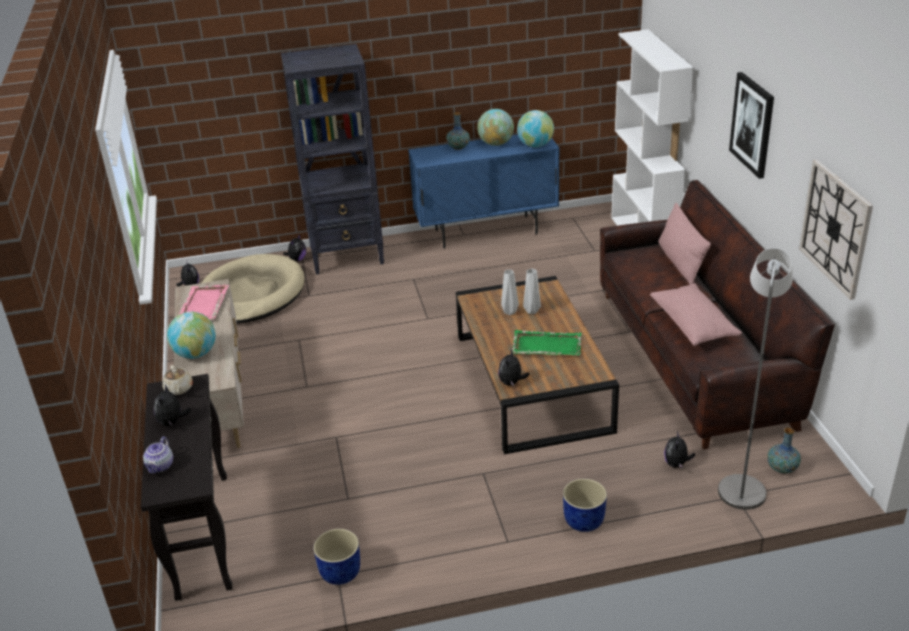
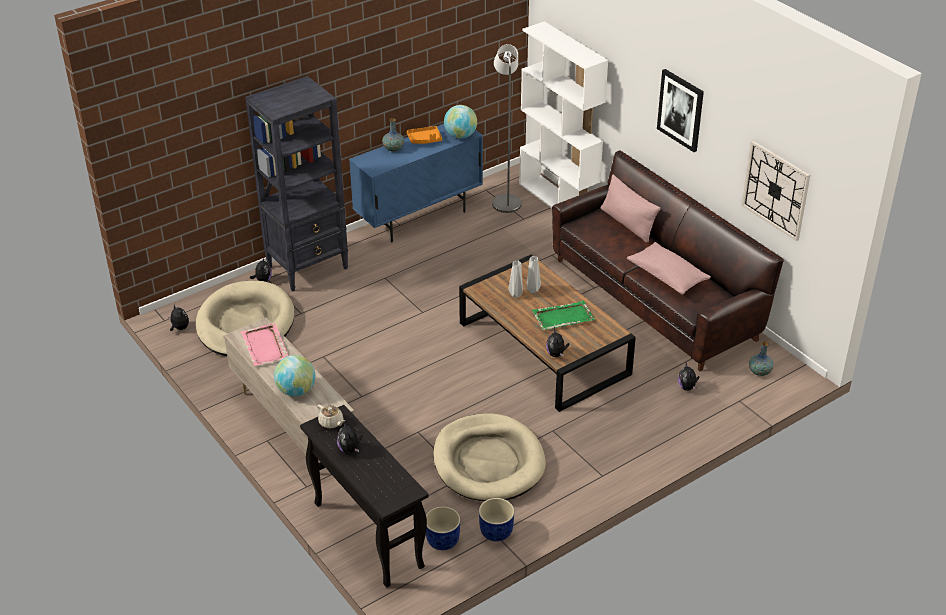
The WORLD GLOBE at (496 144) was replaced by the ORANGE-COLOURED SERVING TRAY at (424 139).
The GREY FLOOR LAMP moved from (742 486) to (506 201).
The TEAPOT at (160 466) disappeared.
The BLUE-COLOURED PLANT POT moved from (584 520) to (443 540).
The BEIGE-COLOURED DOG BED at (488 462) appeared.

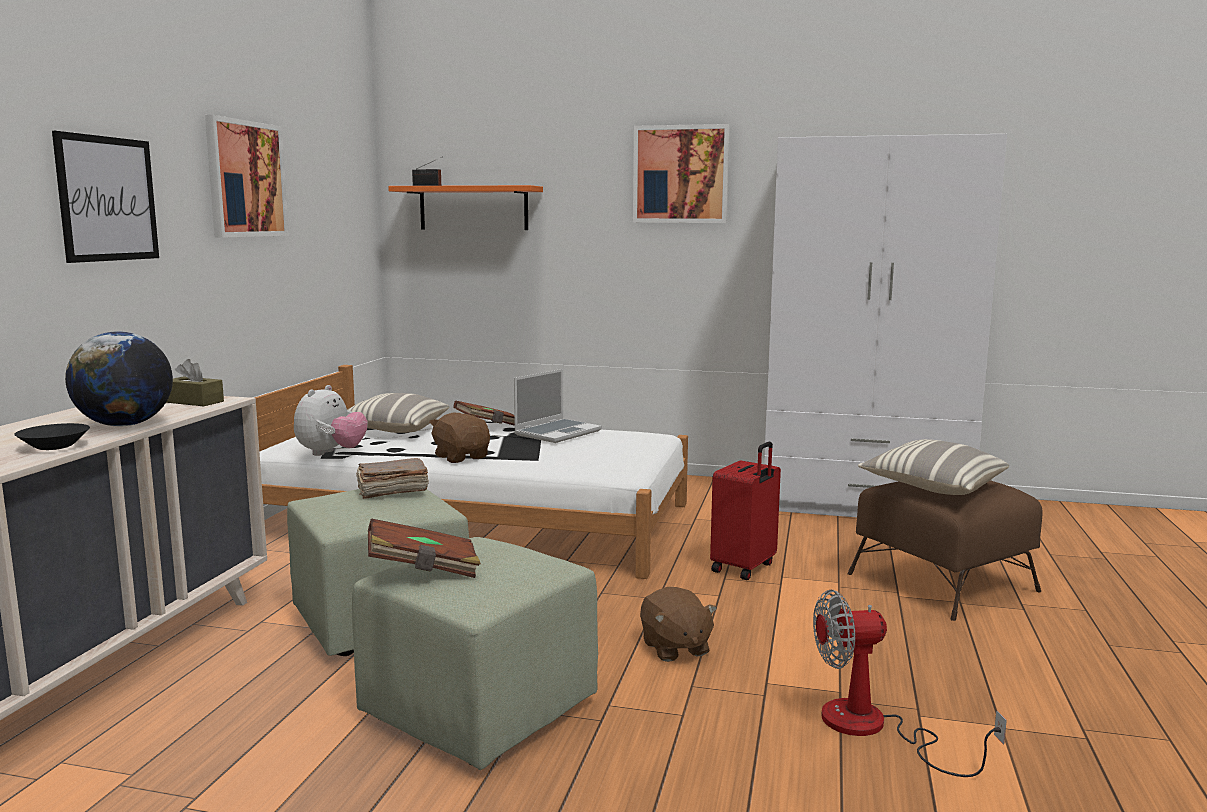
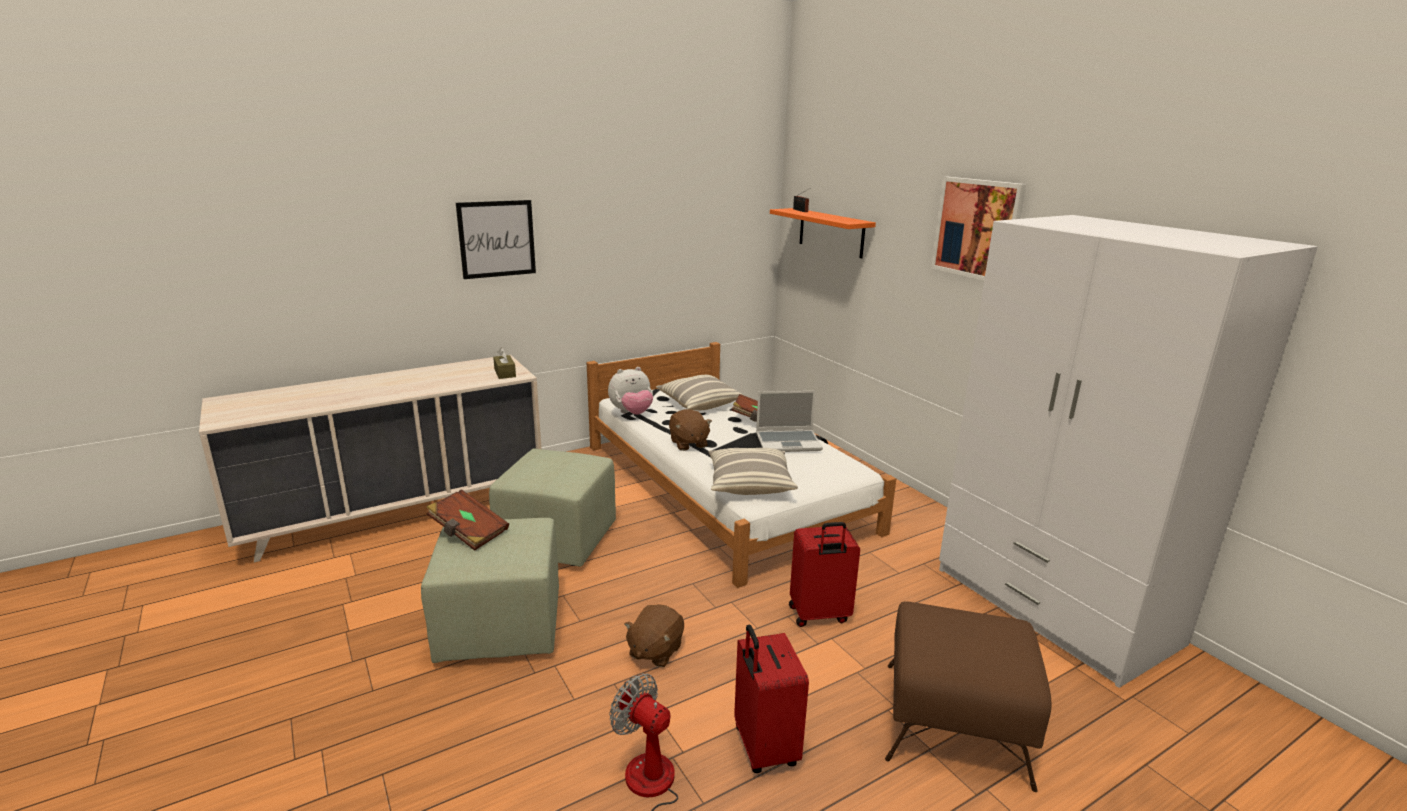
The WALL ART at (246 179) disappeared.
The WORLD GLOBE at (125 425) disappeared.
The BROWN SOFT TOY at (461 457) turned 150 degrees clockwise.
The BLACK-COLOURED BOWL at (54 447) disappeared.
The PILLOW moved from (932 487) to (749 483).
The BROWN VOLUME at (391 491) disappeared.
The REDDISH PIECE OF LUGGAGE at (763 748) appeared.

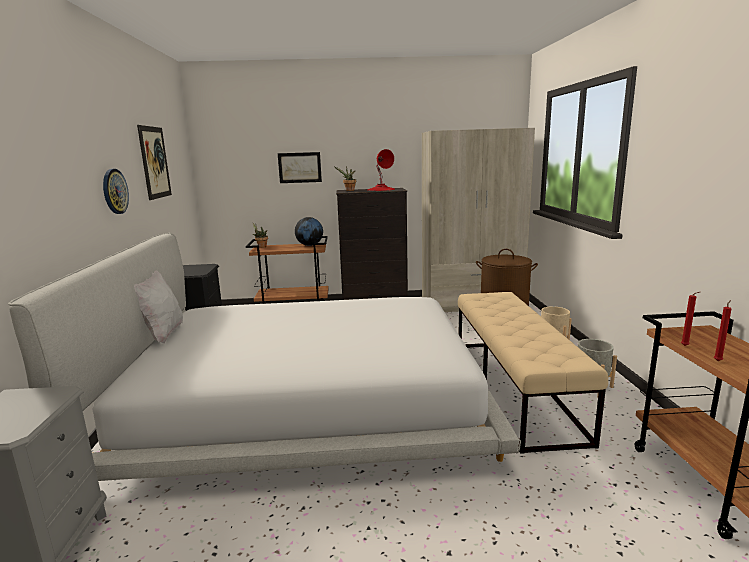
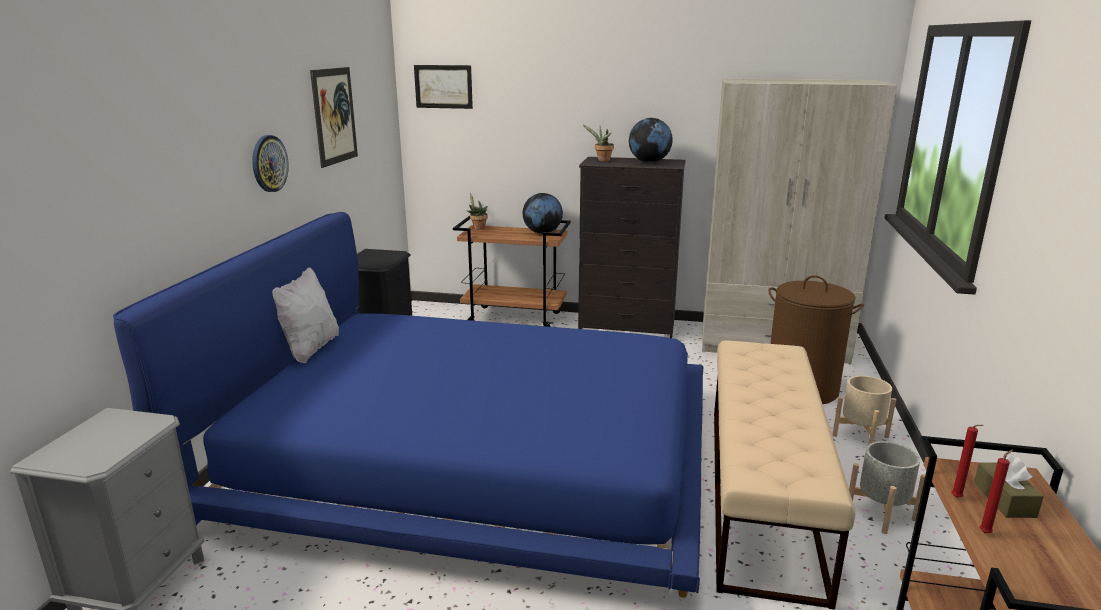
The REDDISH TABLE LAMP at (381 189) was replaced by the WORLD GLOBE at (649 162).
The WALL ART moved from (299 167) to (443 86).
The WHITE-COLOURED SLEEPING BED at (303 400) became the BLUE-COLOURED SLEEPING BED at (469 457).
The BROWN TISSUE BOX at (1004 500) appeared.

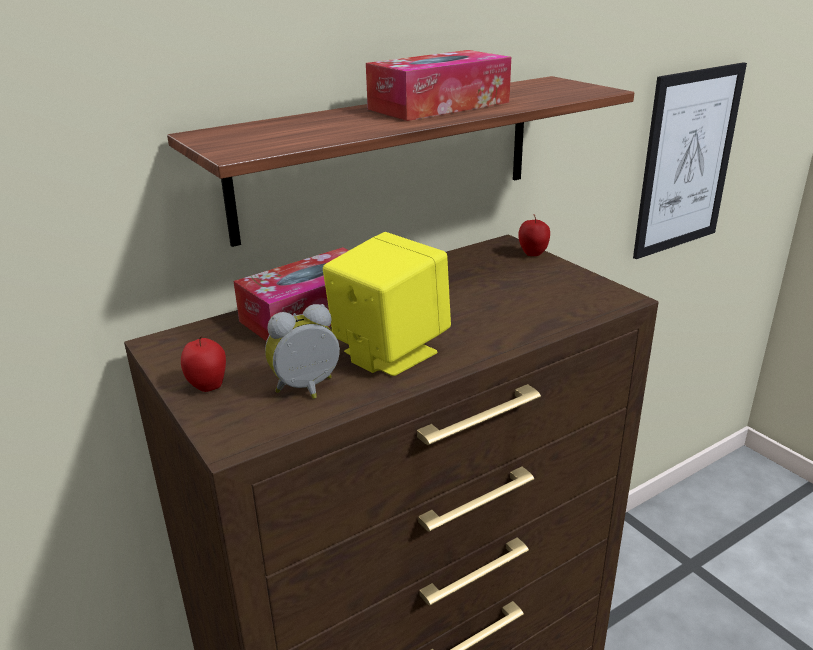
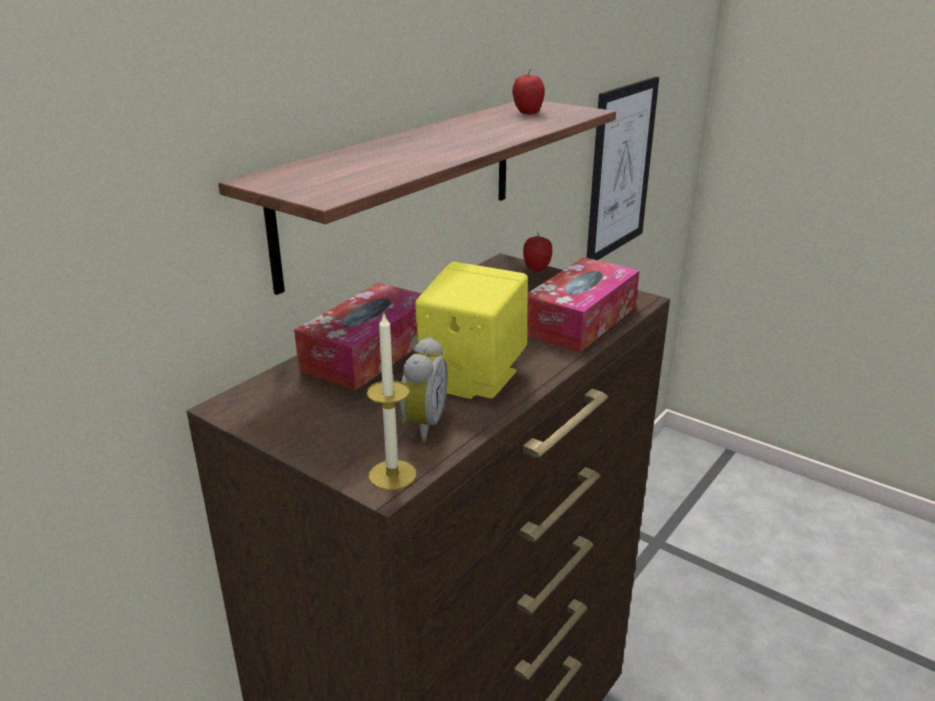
The TISSUE BOX moved from (439 105) to (580 320).
The TABLE CLOCK at (307 390) turned 150 degrees clockwise.
The APPLE FRUIT moved from (208 386) to (527 113).
The WAX LIGHT at (392 475) appeared.

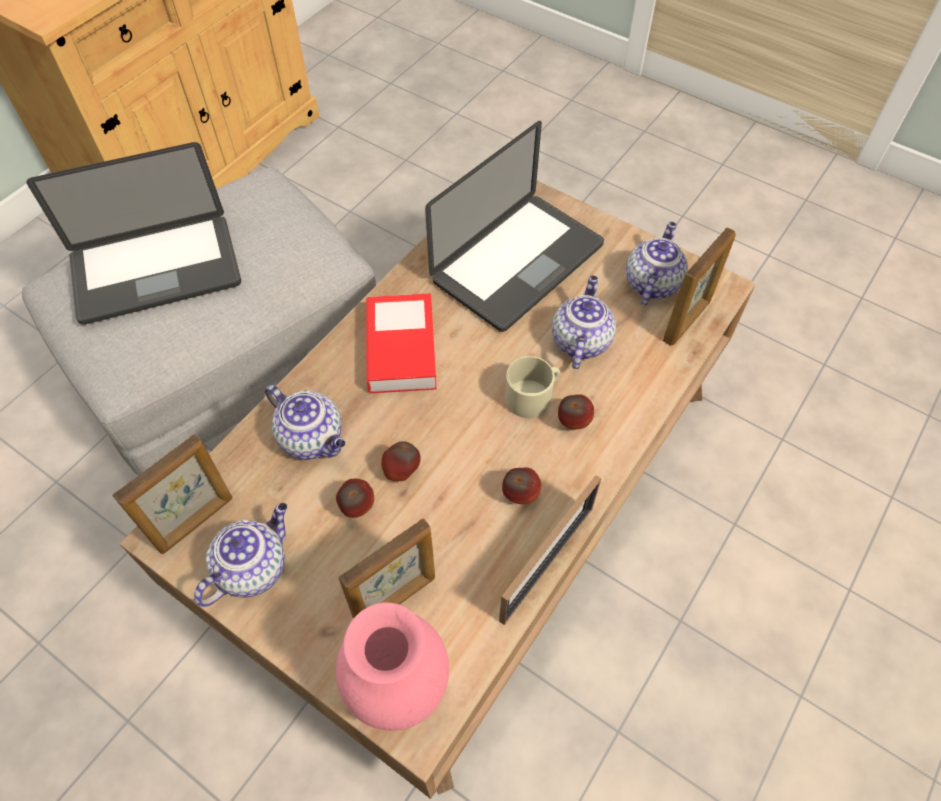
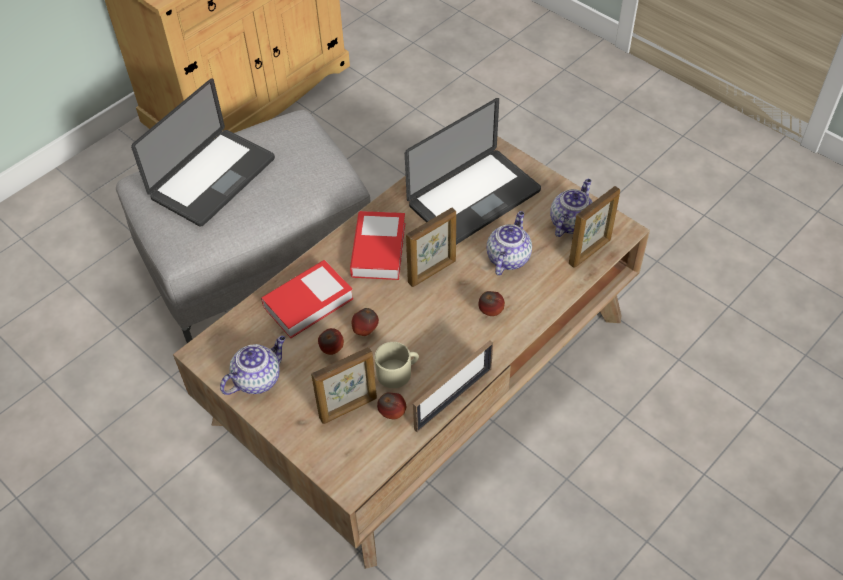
The NOTEBOOK COMPUTER at (156 271) turned 45 degrees counterclockwise.
The BEIGE-COLOURED COFFEE MUG moved from (533 396) to (398 372).
The TEAPOT at (313 438) was replaced by the VOLUME at (308 303).
The PICTURE FRAME moved from (195 522) to (432 272).
The APPLE FRUIT moved from (520 495) to (392 414).
The PINKISH DECORATIVE VASE at (396 686) disappeared.

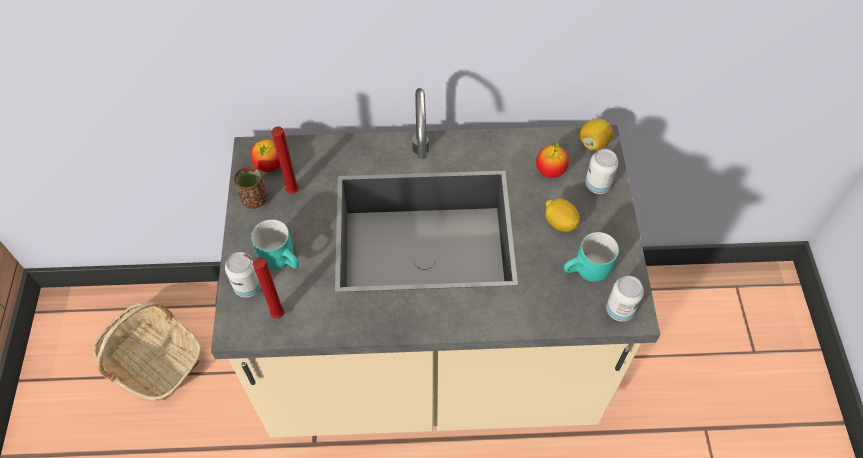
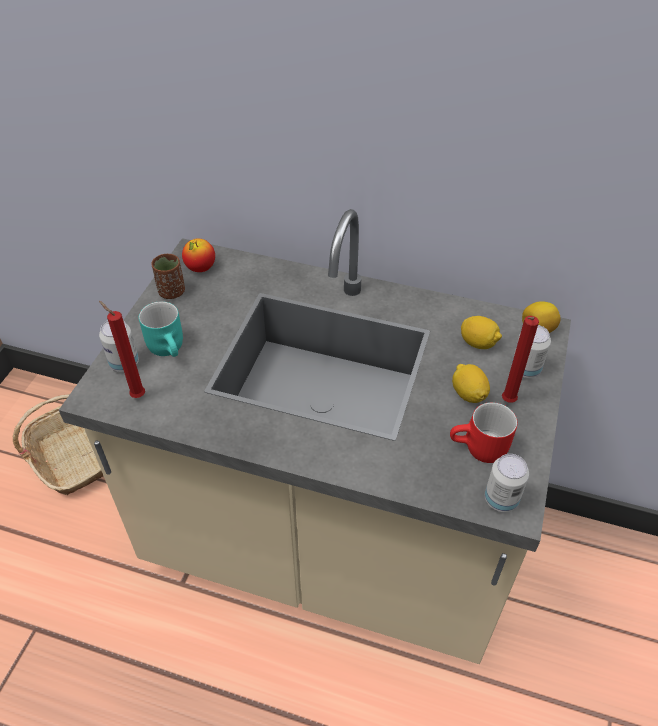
The REDDISH WAX LIGHT moved from (291 193) to (507 402).
The APPLE FRUIT at (550 171) was replaced by the CITRUS FRUIT at (478 343).
The BLUE-GREEN COFFEE MUG at (588 272) became the REDDISH COFFEE MUG at (480 450).

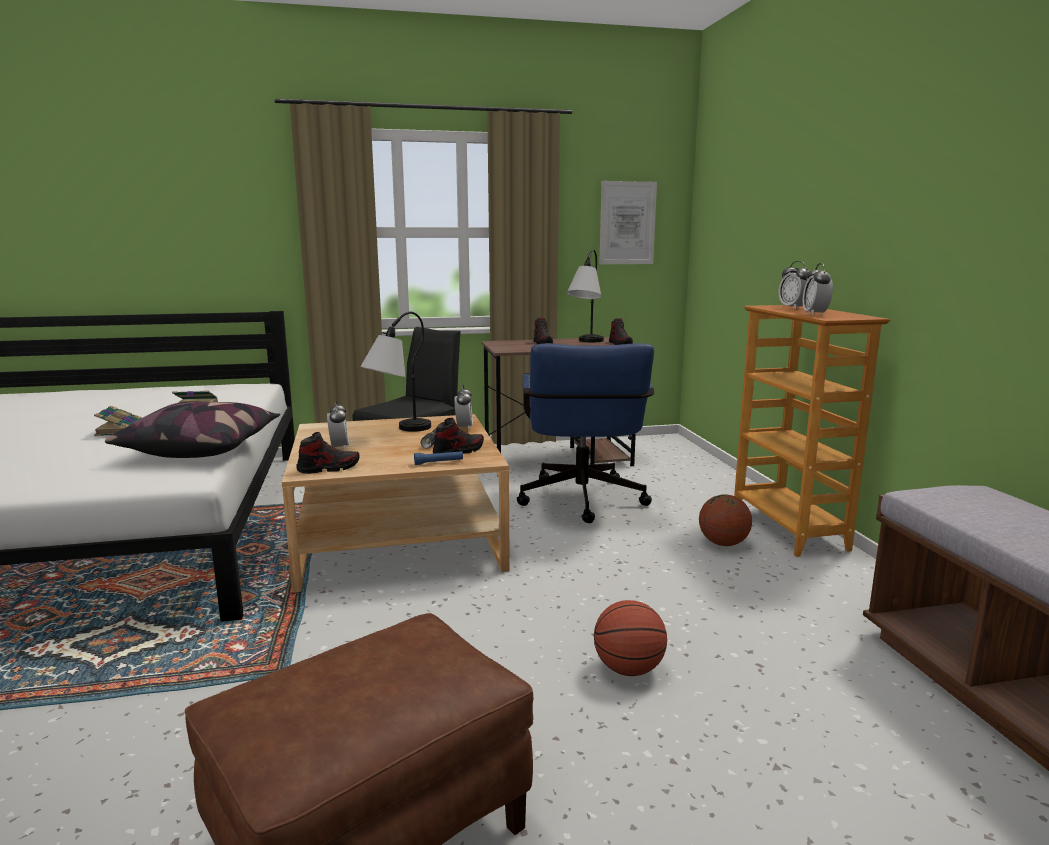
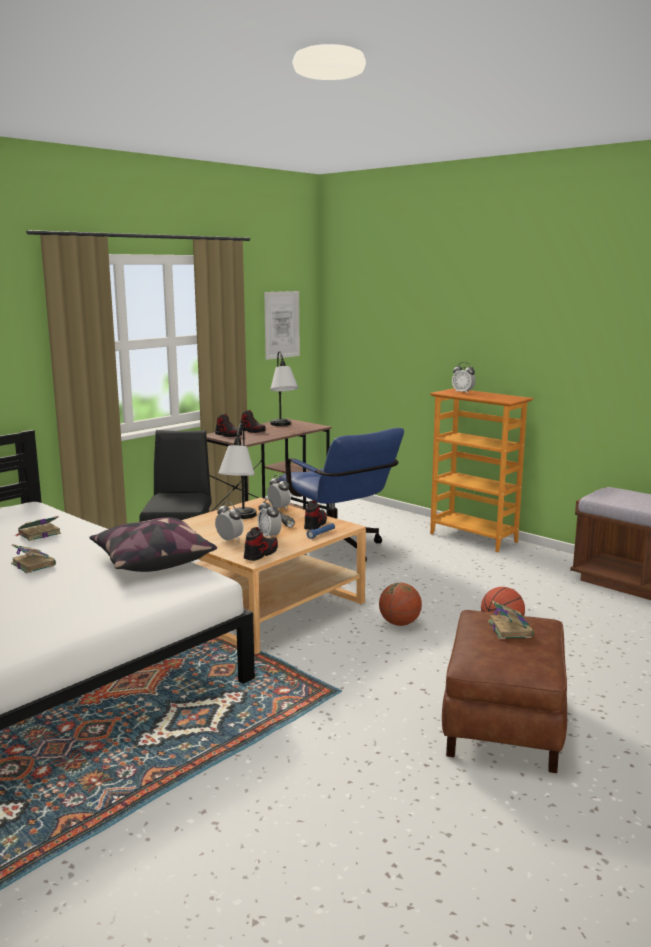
The TABLE CLOCK moved from (815 314) to (269 536).
The SHOE moved from (620 344) to (228 435).
The BASKETBALL BALL moved from (723 543) to (399 623).
The VOLUME at (509 628) appeared.

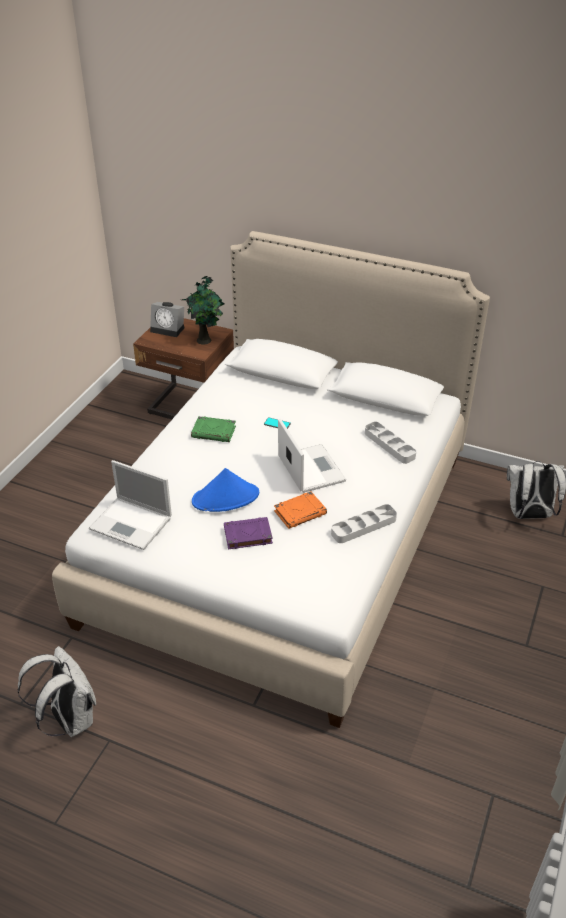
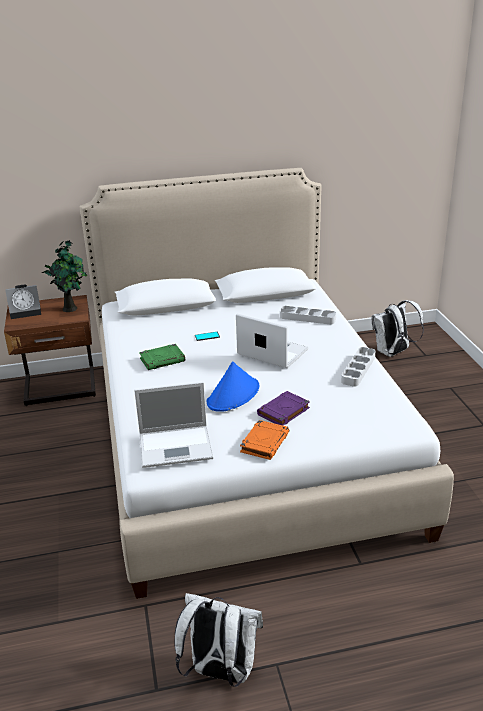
The ORANGE-COLOURED VOLUME moved from (300 512) to (264 442).

